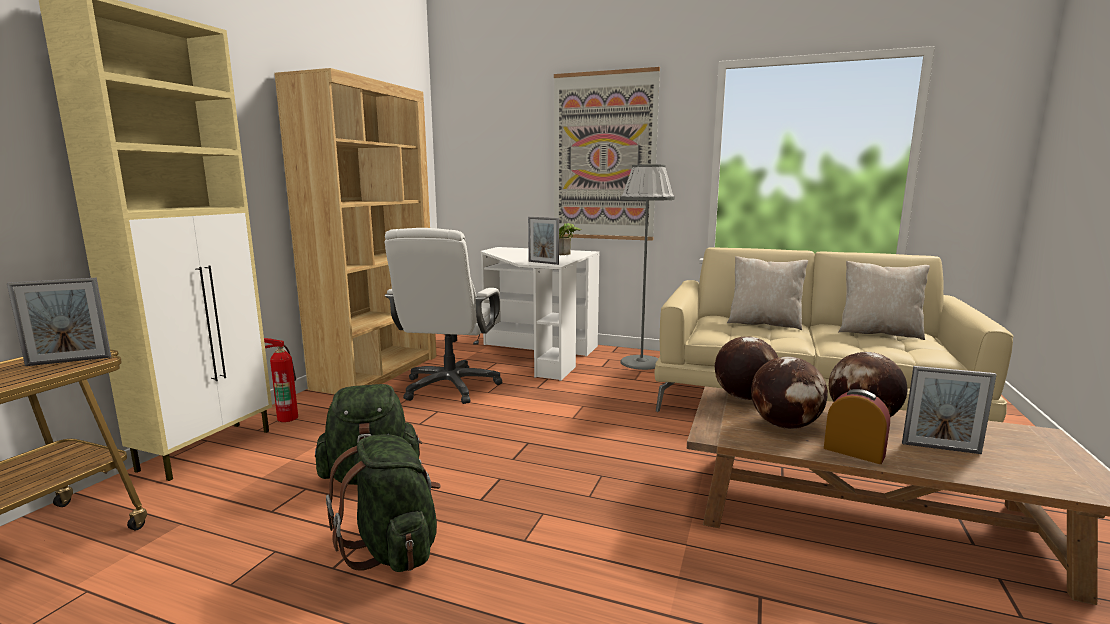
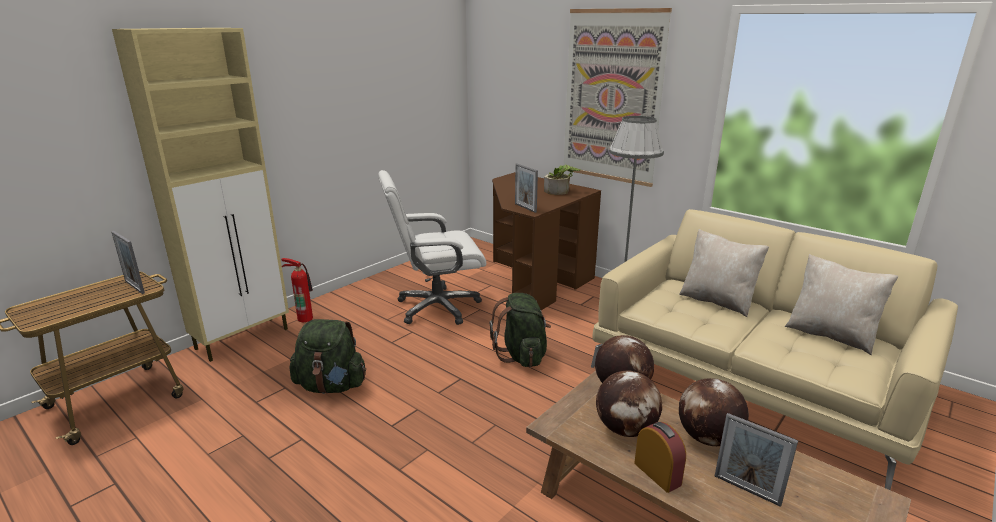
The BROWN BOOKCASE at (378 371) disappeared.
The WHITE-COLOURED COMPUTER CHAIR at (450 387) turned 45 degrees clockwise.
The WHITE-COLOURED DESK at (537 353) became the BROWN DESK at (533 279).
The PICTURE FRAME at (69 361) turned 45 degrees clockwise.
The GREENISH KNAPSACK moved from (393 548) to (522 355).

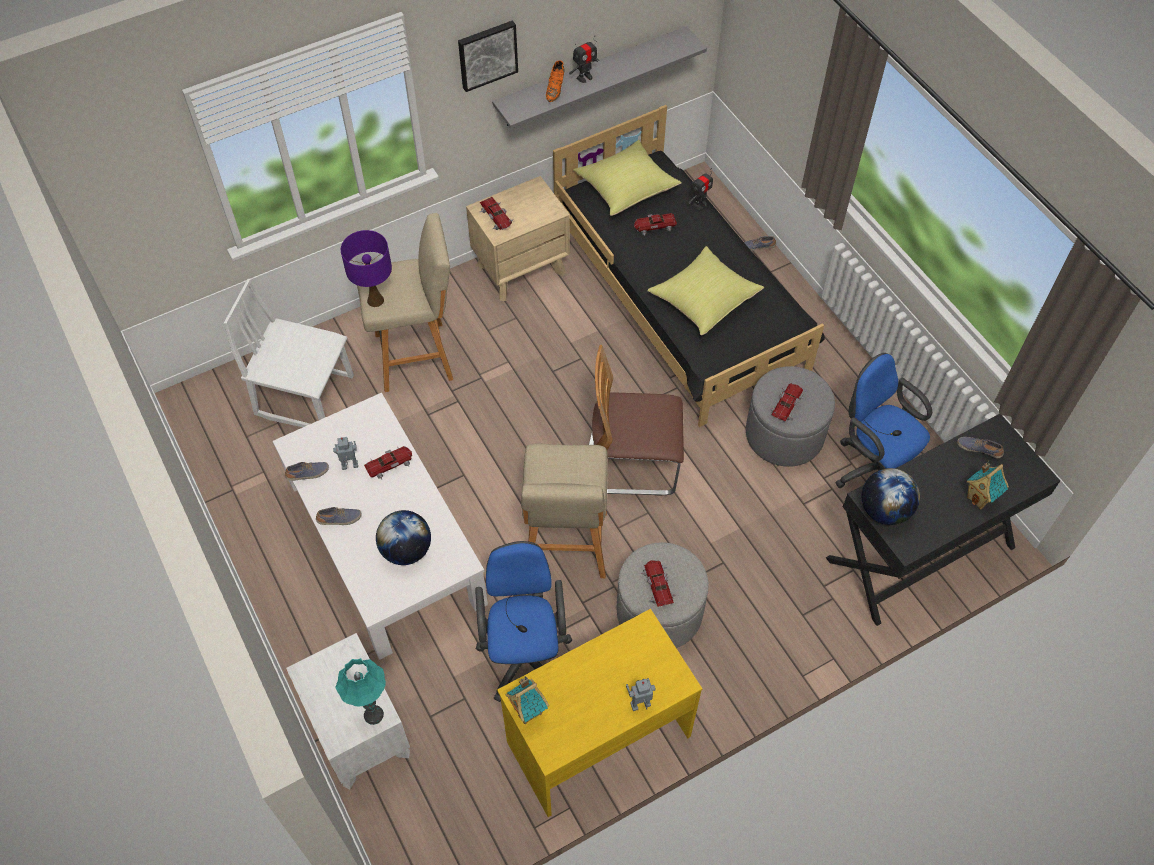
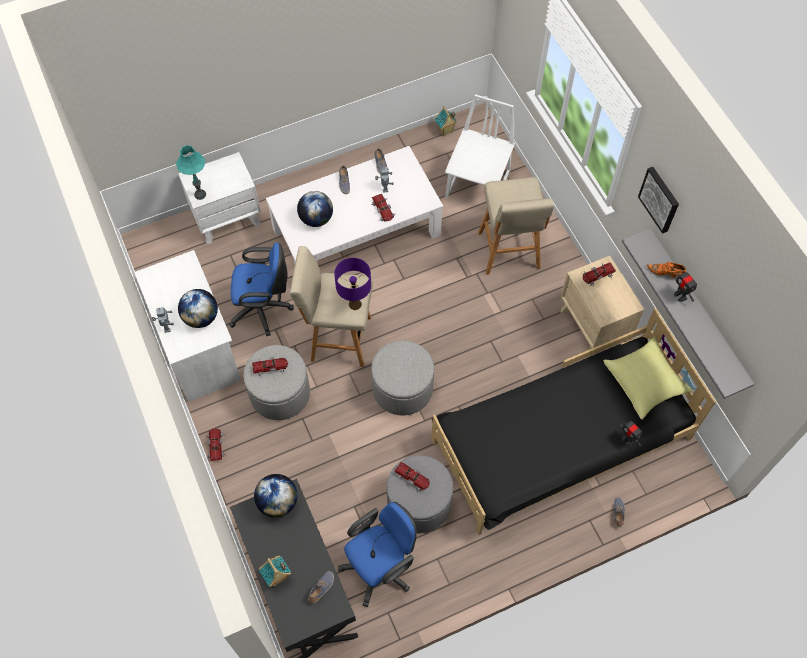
The TOY CAR moved from (654 226) to (215 445).
The PURPLE TABLE LAMP moved from (376 300) to (355 304).
The YELLOW PILLOW at (704 300) disappeared.
The CHAIR at (632 463) was replaced by the GREY POUFFE at (402 388).
The YELLOW DESK at (597 737) became the WHITE-COLOURED DESK at (198 346).
The MINIATURE HOUSE moved from (529 711) to (445 131).
The WORLD GLOBE at (201 317) appeared.

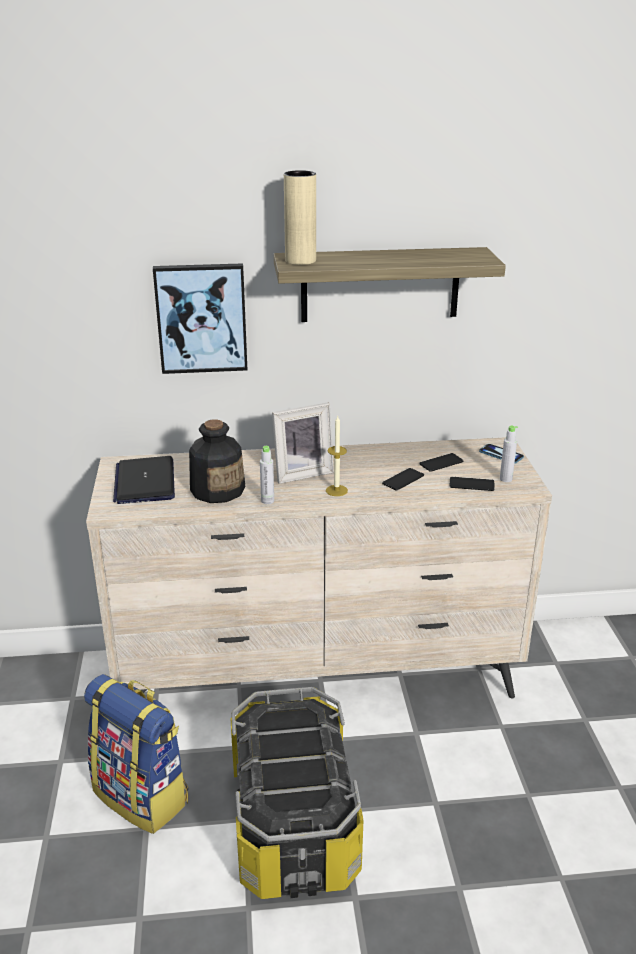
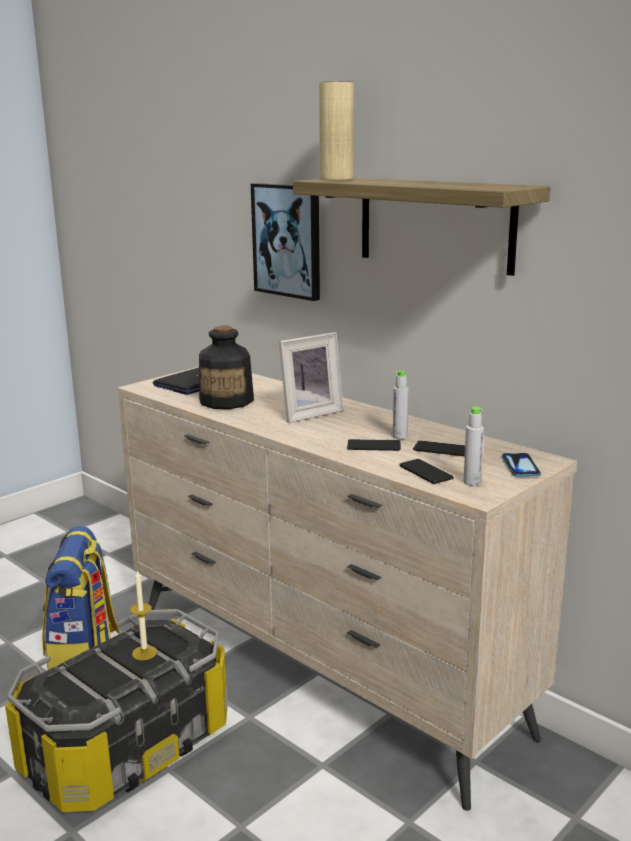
The PICTURE FRAME at (301 473) turned 60 degrees counterclockwise.
The WAX LIGHT moved from (336 490) to (144 653).
The GREY BEVERAGE BOTTLE moved from (267 501) to (400 436).

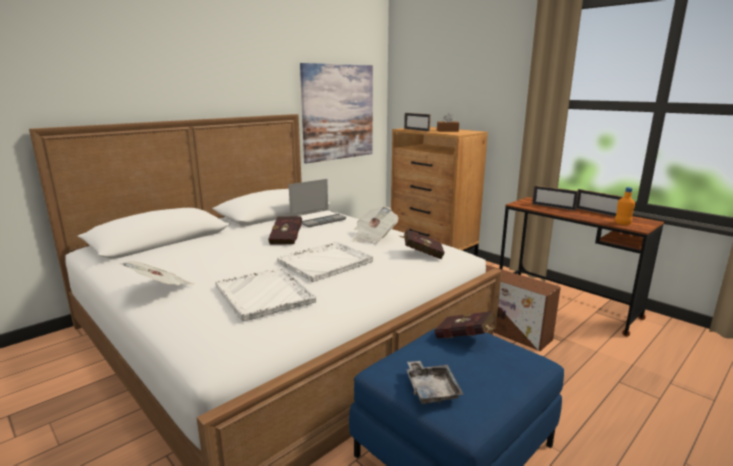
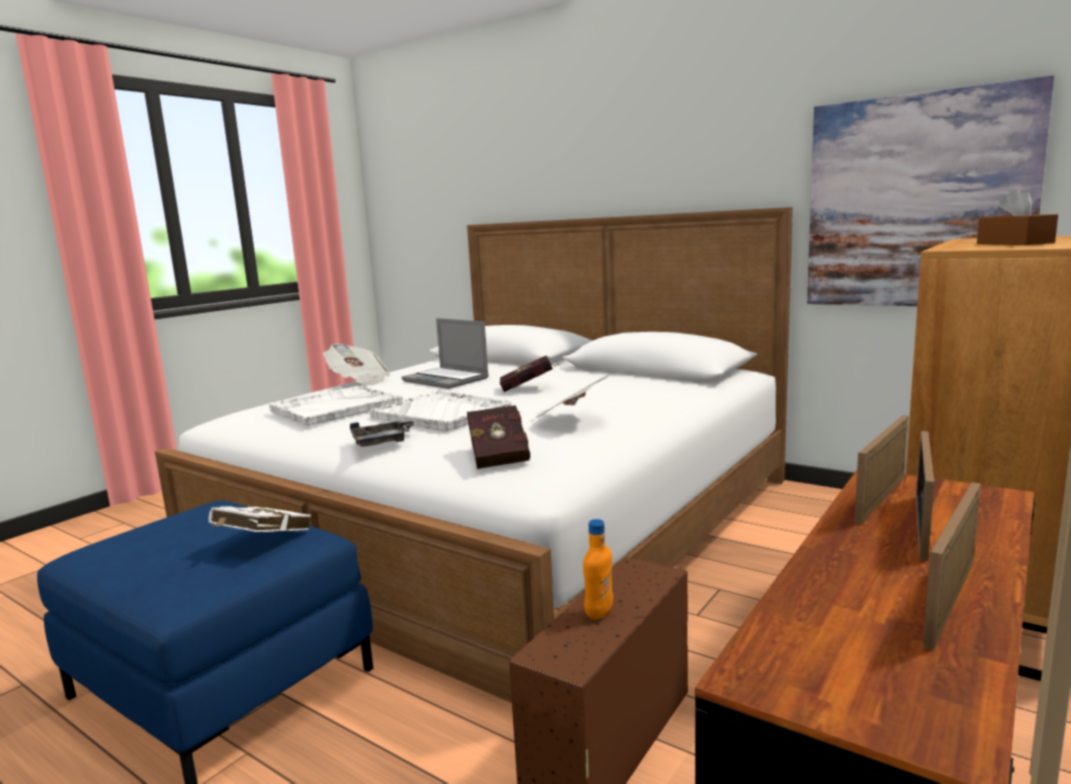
The PICTURE FRAME moved from (416 130) to (881 498).
The NOTEBOOK COMPUTER moved from (318 219) to (447 380).
The ORANGE-COLOURED BEVERAGE BOTTLE moved from (622 224) to (599 612).
The REDDISH VOLUME at (465 339) became the WHITE-COLOURED VOLUME at (261 542).
The GREY SERVING TRAY moved from (431 389) to (384 442).

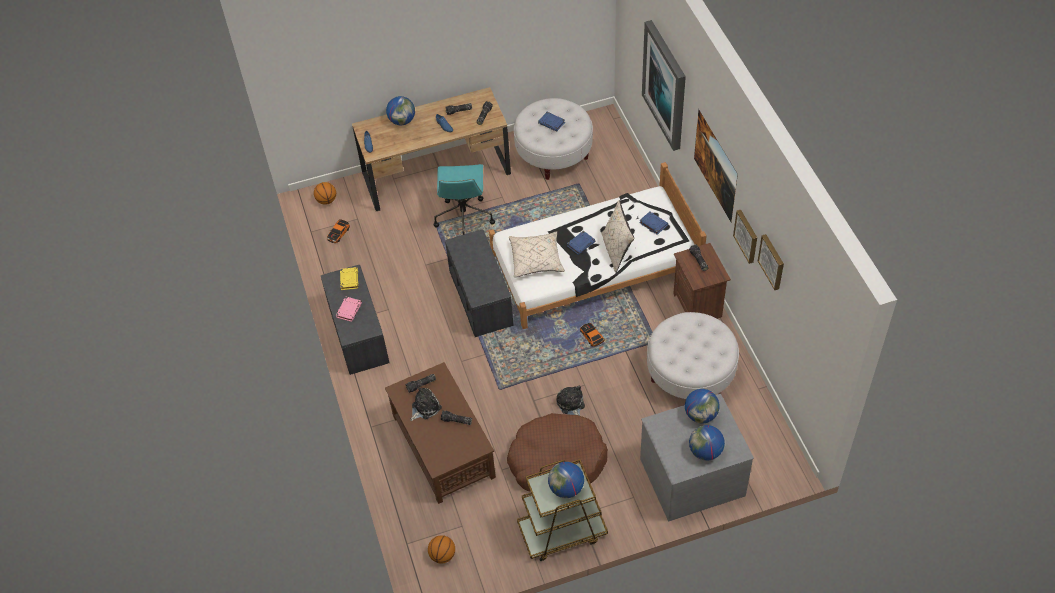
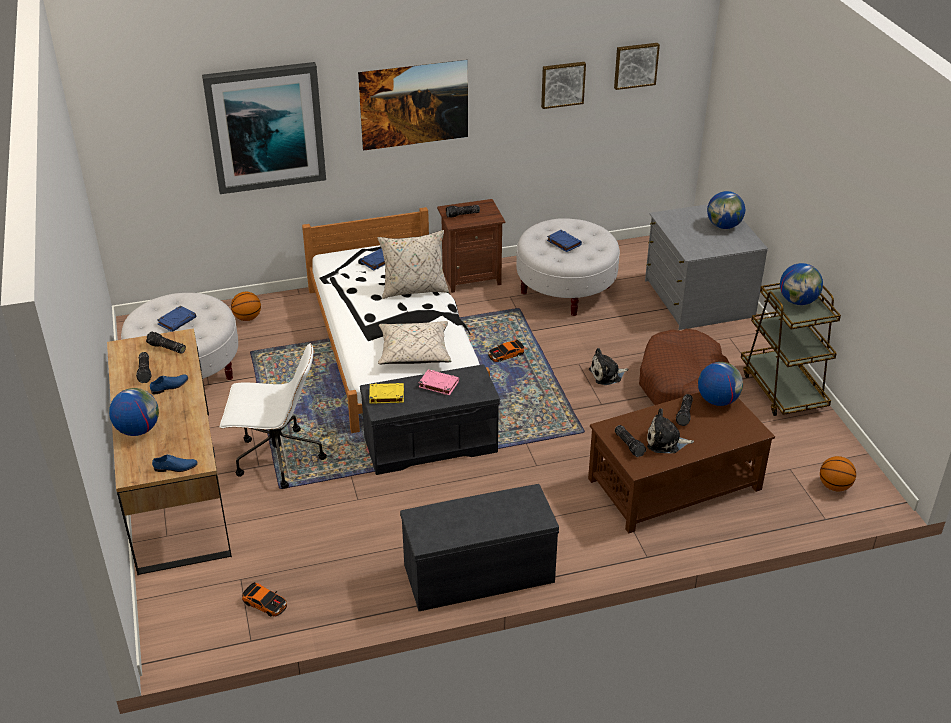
The BLUE-GREEN COMPUTER CHAIR at (464 217) became the WHITE-COLOURED COMPUTER CHAIR at (277 458).
The BASKETBALL BALL moved from (326 200) to (247 318).
The WALL ART moved from (747 236) to (635 65).
The BLUE-COLOURED VOLUME moved from (581 244) to (563 243).
The YELLOW VOLUME moved from (349 279) to (386 395).
The PINKISH VOLUME moved from (349 310) to (438 384).
The SOFT TOY at (424 407) turned 45 degrees counterclockwise.
The WORLD GLOBE moved from (701 415) to (717 400).

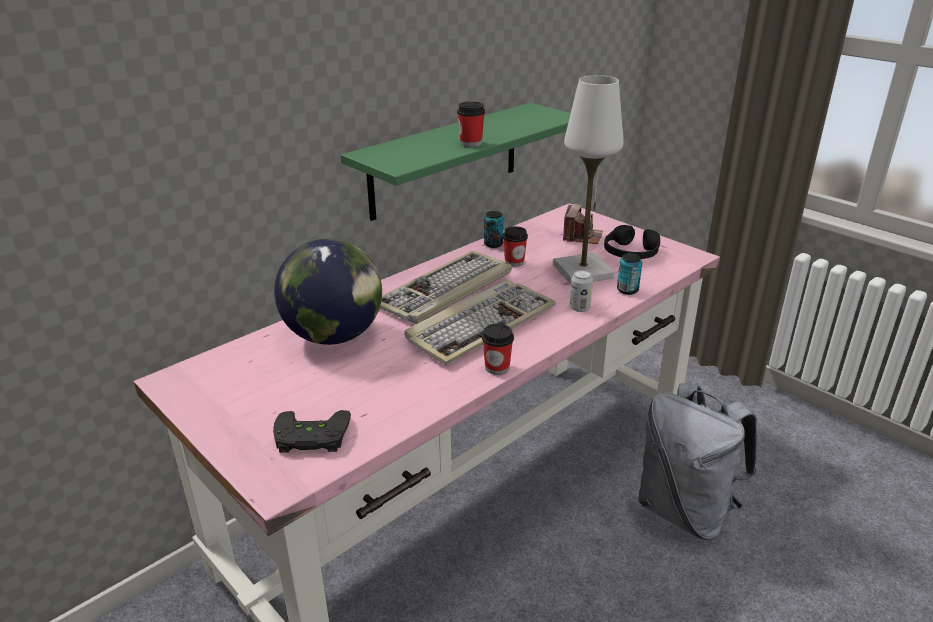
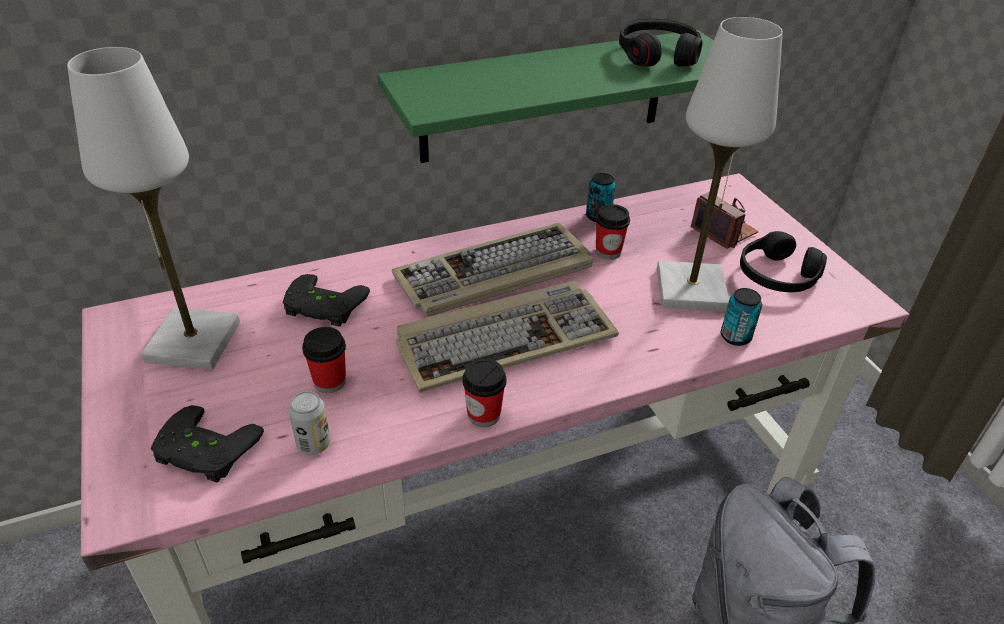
The SMALL CUP moved from (471 143) to (330 381).
The STILL CAMERA at (581 236) turned 75 degrees counterclockwise.
The WORLD GLOBE at (333 336) was replaced by the BLACK-COLOURED GAME CONTROLLER at (322 307).
The CAN moved from (579 308) to (313 444).
The BLACK-COLOURED PAIR OF HEADPHONES at (657 55) appeared.
The WHITE-COLOURED TABLE LAMP at (193 342) appeared.

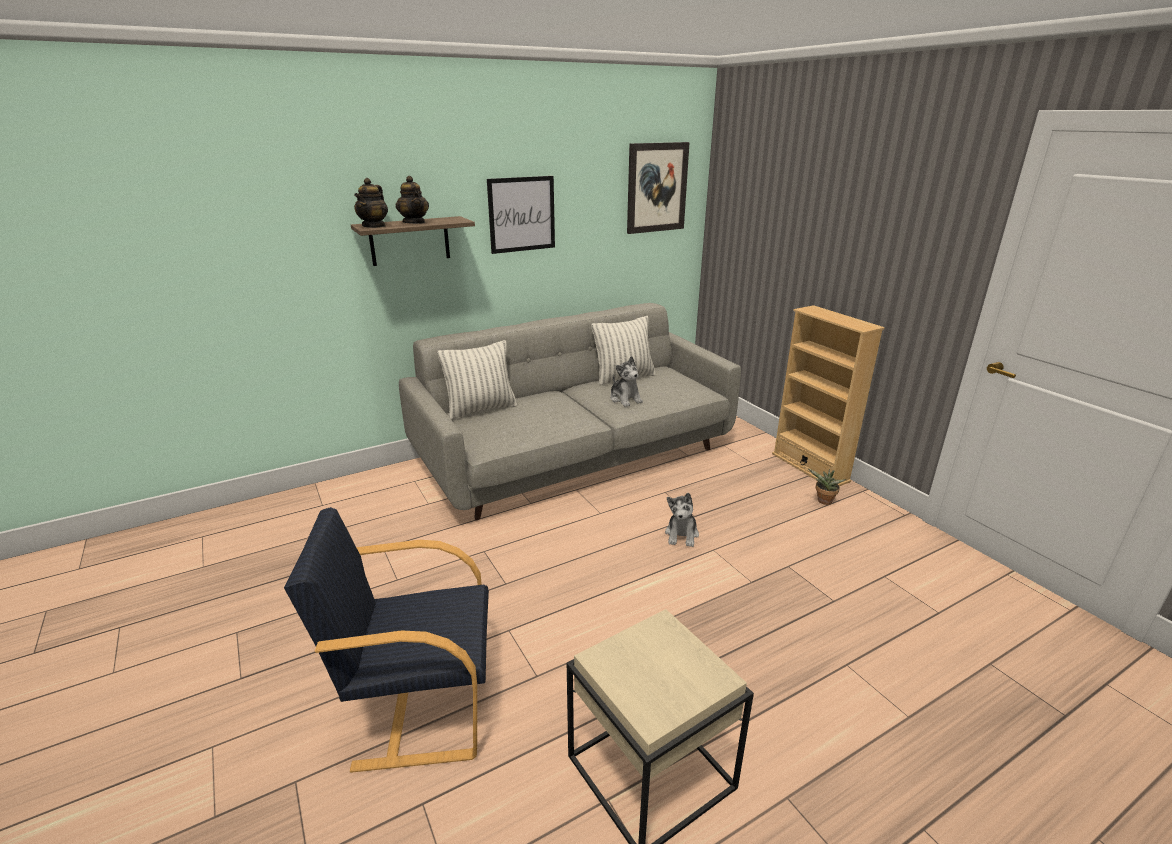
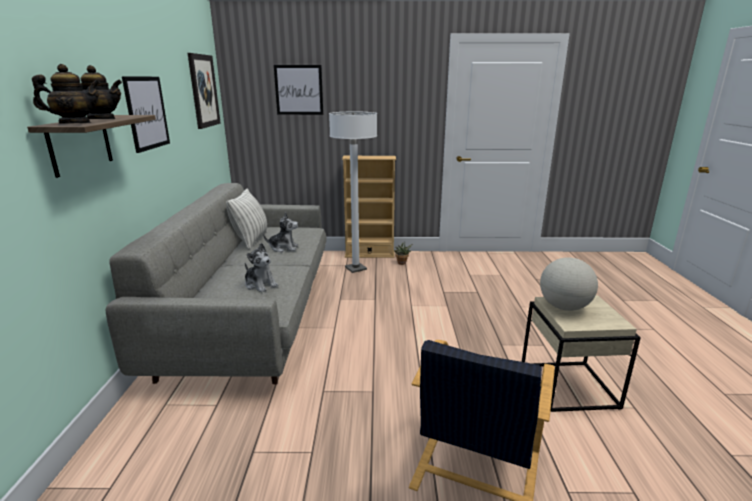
The TEAPOT at (374 226) turned 60 degrees counterclockwise.
The PILLOW at (481 409) disappeared.
The SOFT TOY moved from (682 534) to (260 285).
The WALL ART at (299 90) appeared.
The WHITE-COLOURED FLOOR LAMP at (355 268) appeared.
The WORLD GLOBE at (564 307) appeared.

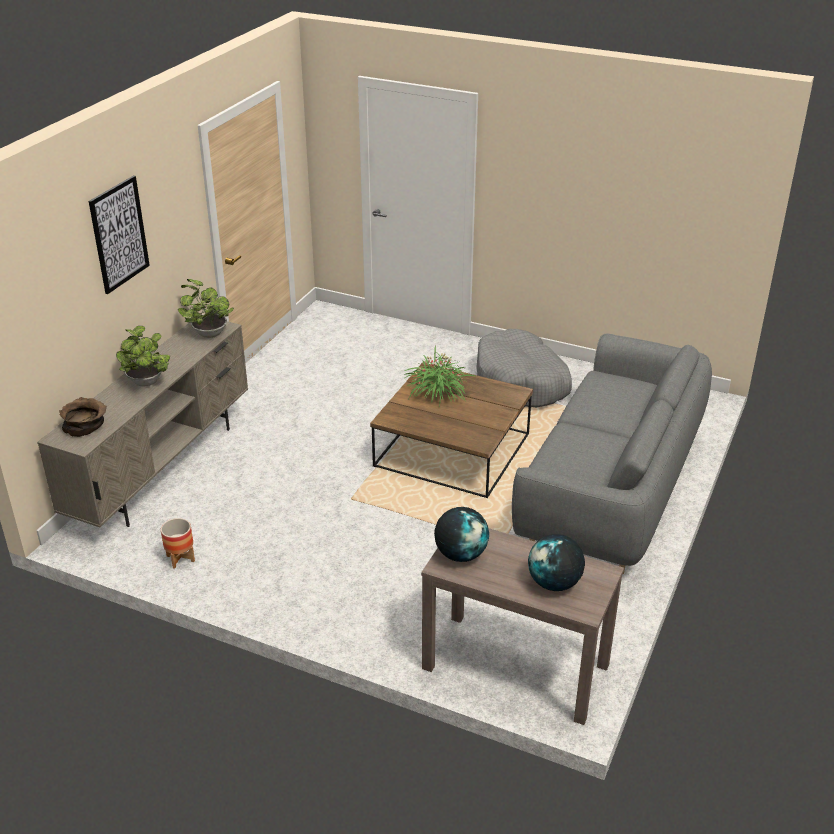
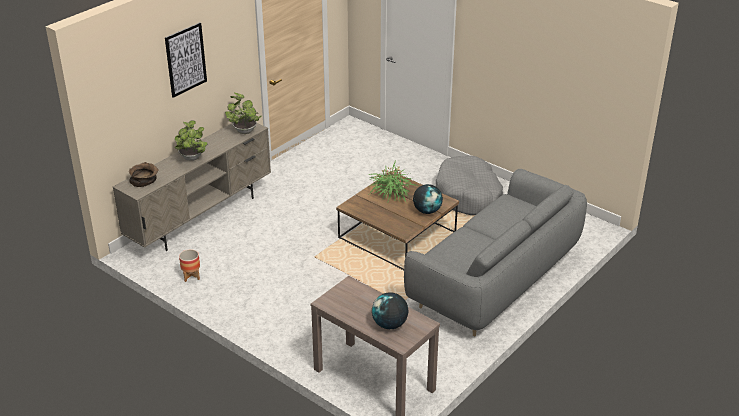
The WORLD GLOBE moved from (461 554) to (427 211).

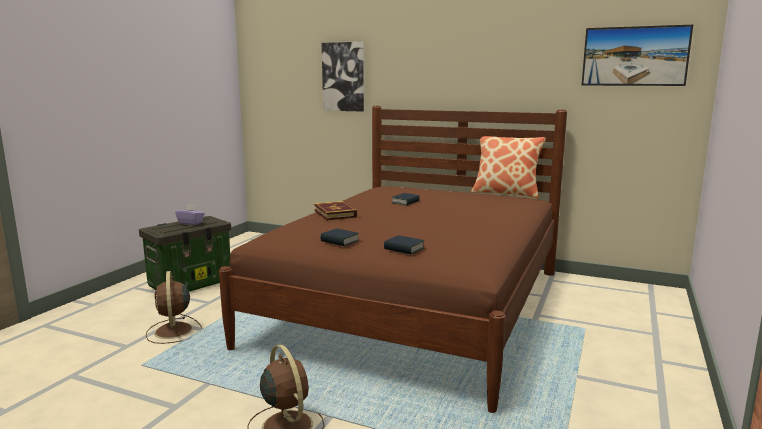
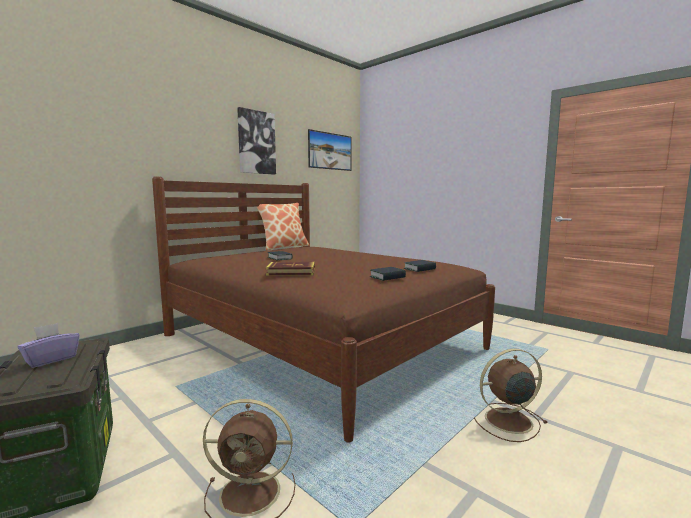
The WALL ART moved from (343 77) to (256 142).

